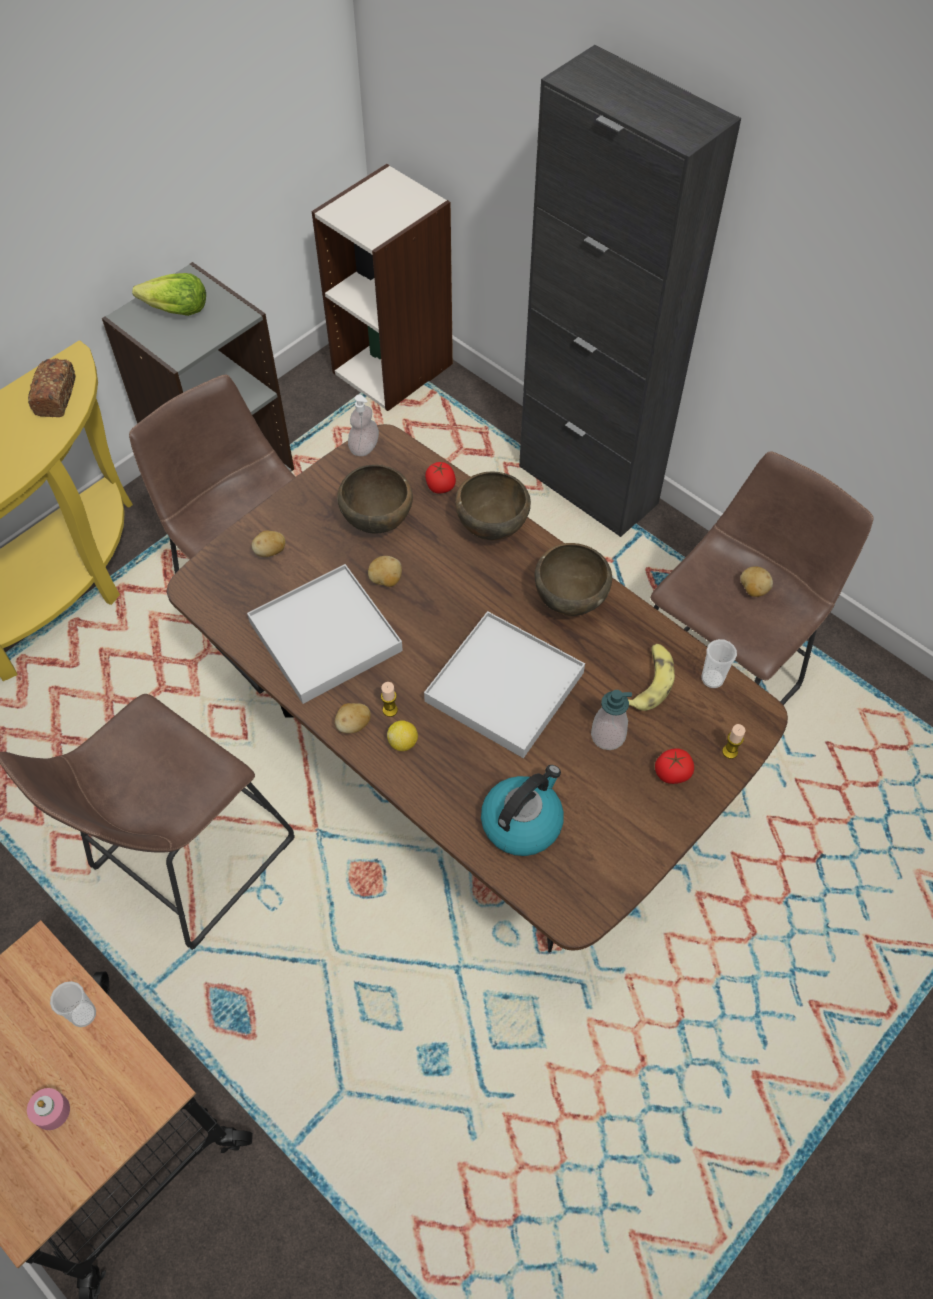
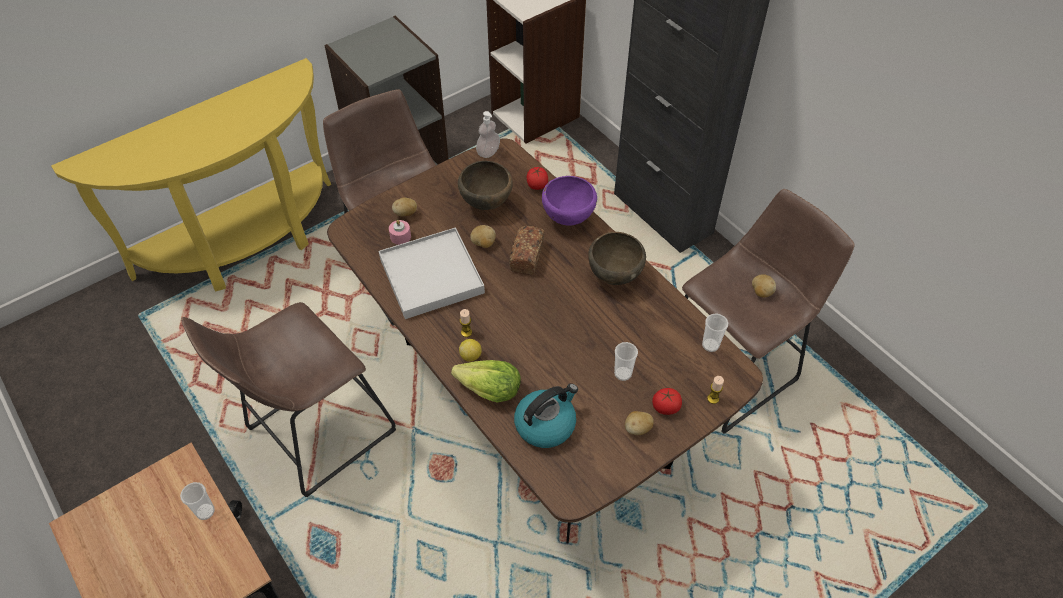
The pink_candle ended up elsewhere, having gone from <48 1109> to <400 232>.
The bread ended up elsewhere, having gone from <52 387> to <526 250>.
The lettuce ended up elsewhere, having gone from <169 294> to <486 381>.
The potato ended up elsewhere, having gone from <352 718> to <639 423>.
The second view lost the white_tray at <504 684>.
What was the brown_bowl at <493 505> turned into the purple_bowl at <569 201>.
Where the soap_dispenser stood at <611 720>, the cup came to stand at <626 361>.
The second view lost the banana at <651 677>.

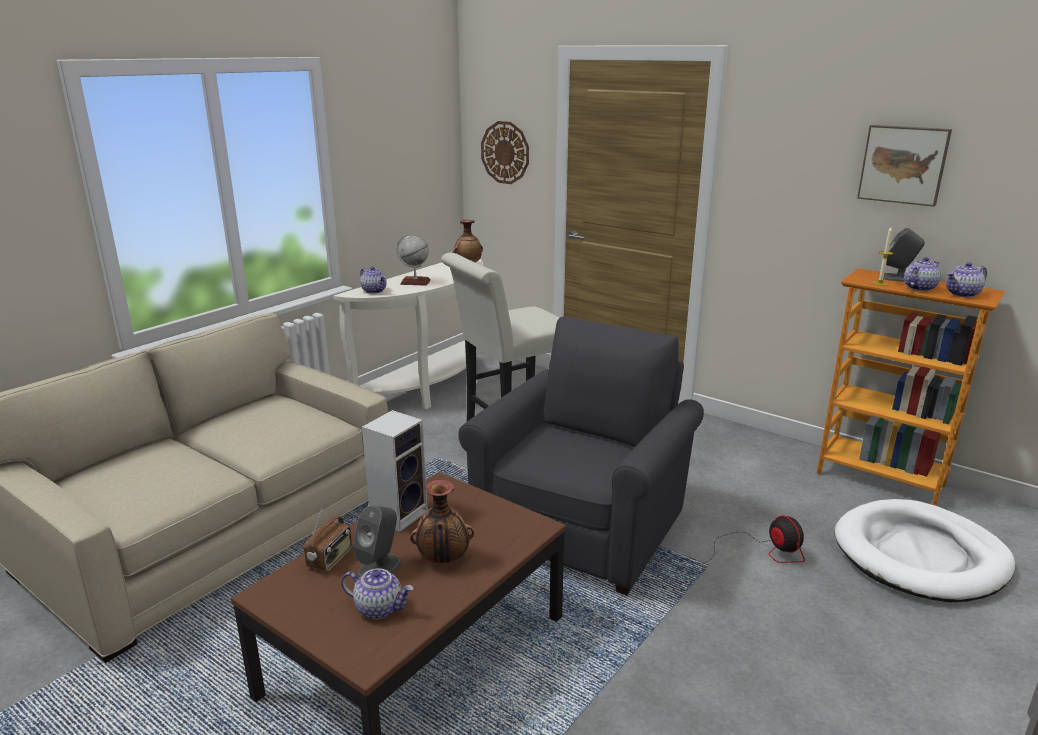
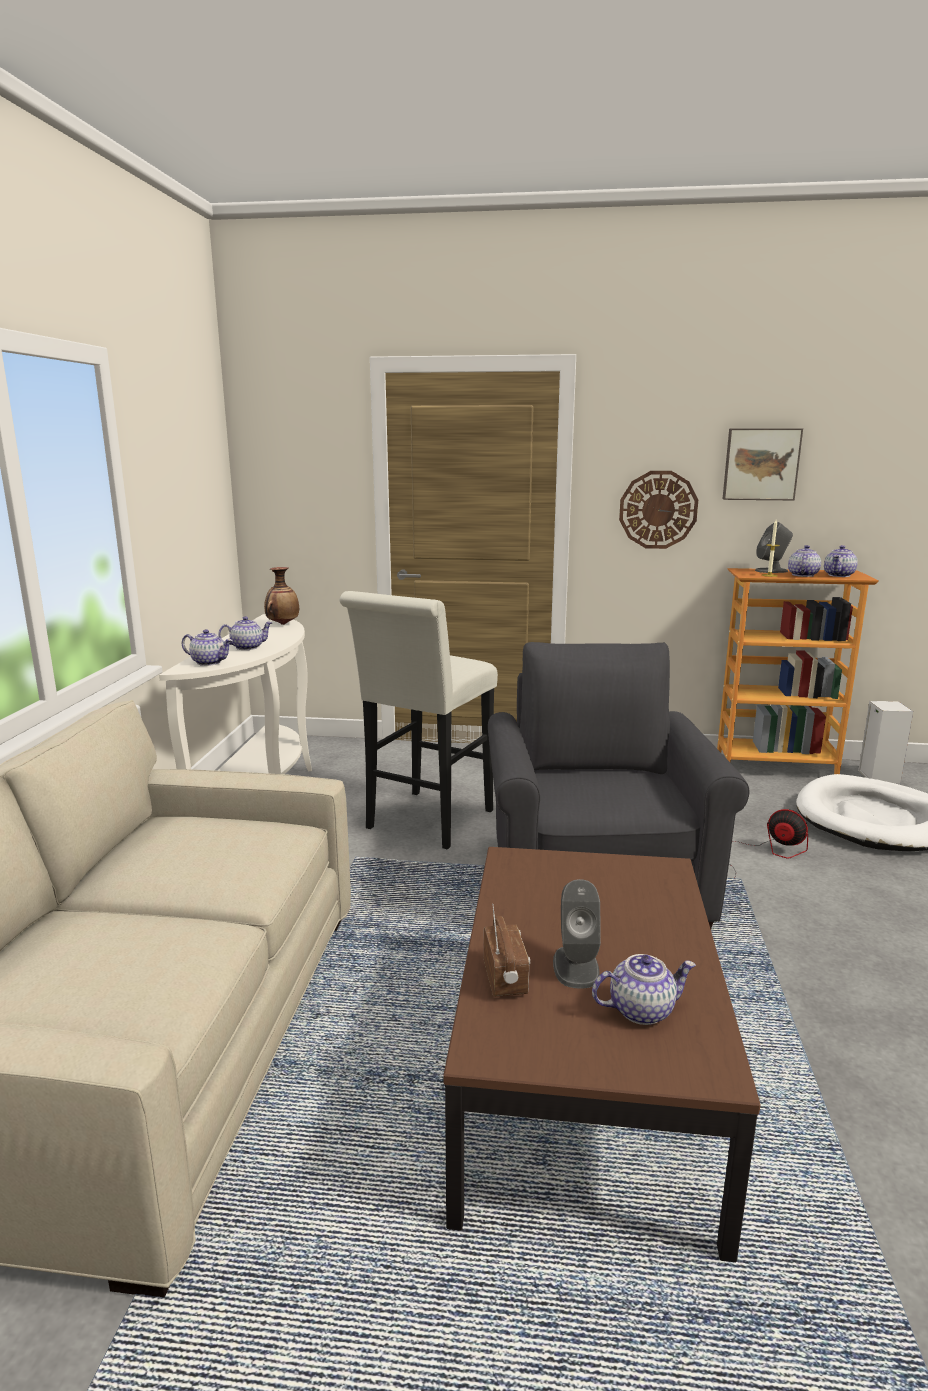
The speaker ended up elsewhere, having gone from <395 471> to <885 742>.
Where the globe stood at <413 260>, the teapot came to stand at <245 633>.
The second view lost the vase at <442 521>.
The wall_clock ended up elsewhere, having gone from <505 152> to <658 510>.

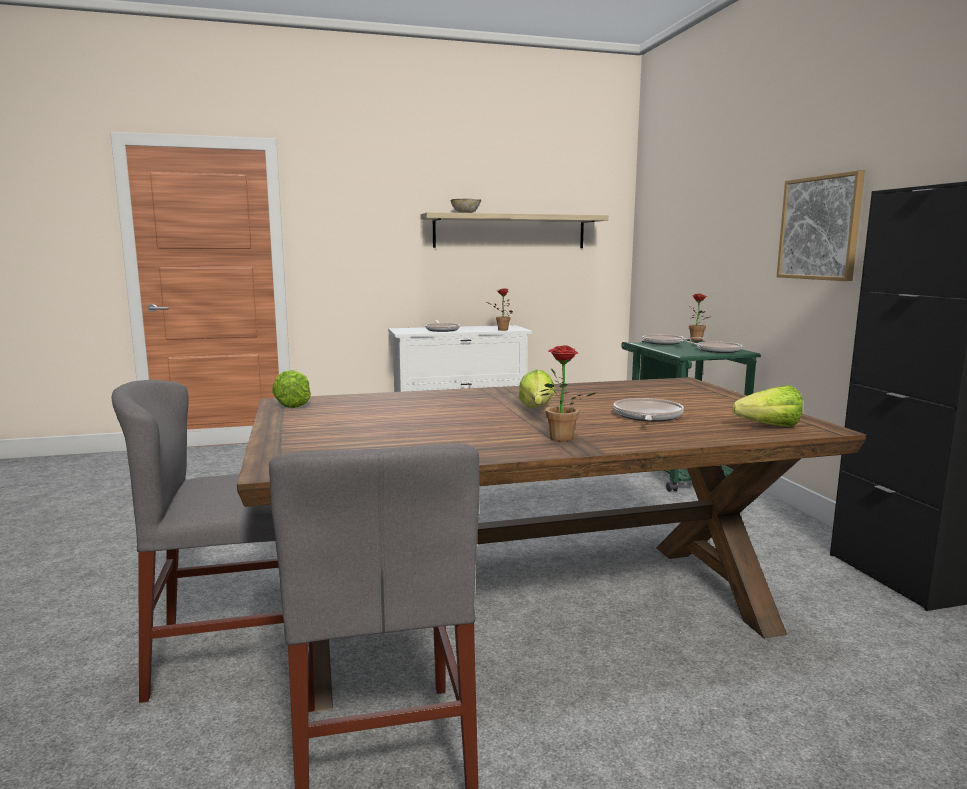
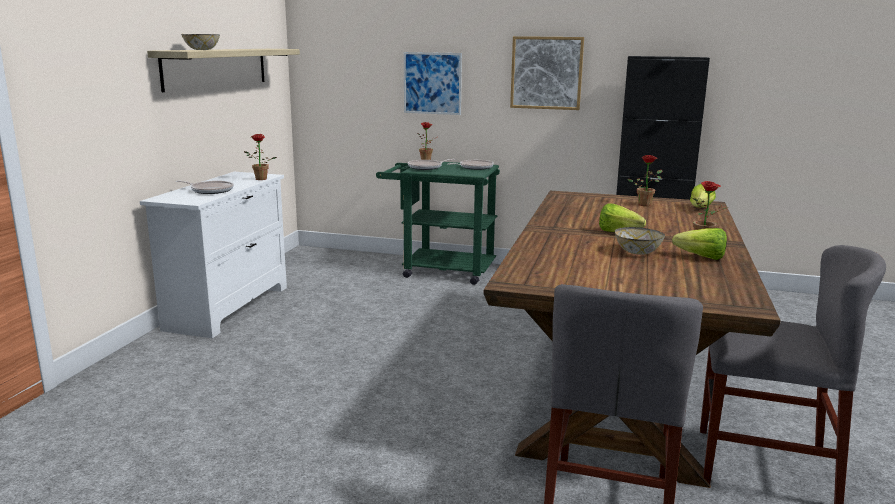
The lettuce ended up elsewhere, having gone from <291 389> to <699 244>.
The second view lost the frying_pan at <649 410>.
The second view gained the picture at <433 83>.
The second view gained the bowl at <640 241>.
The second view gained the potted_plant at <644 180>.

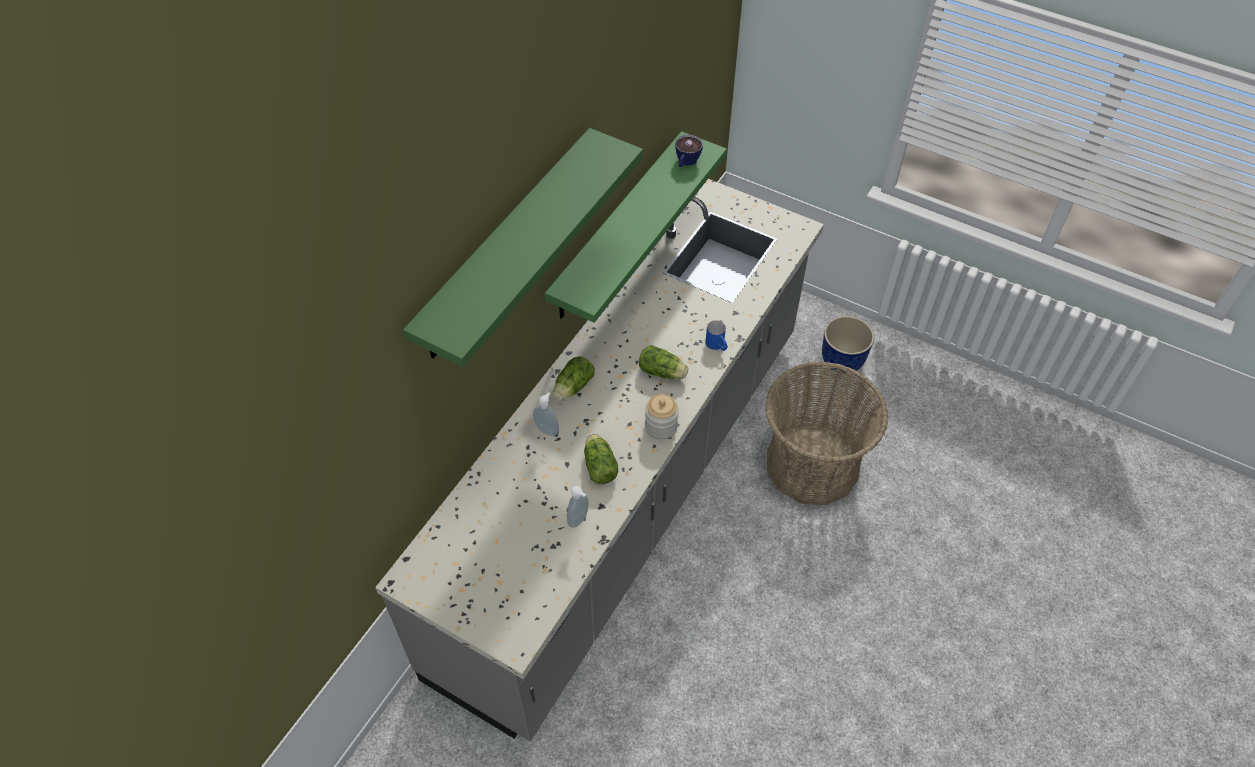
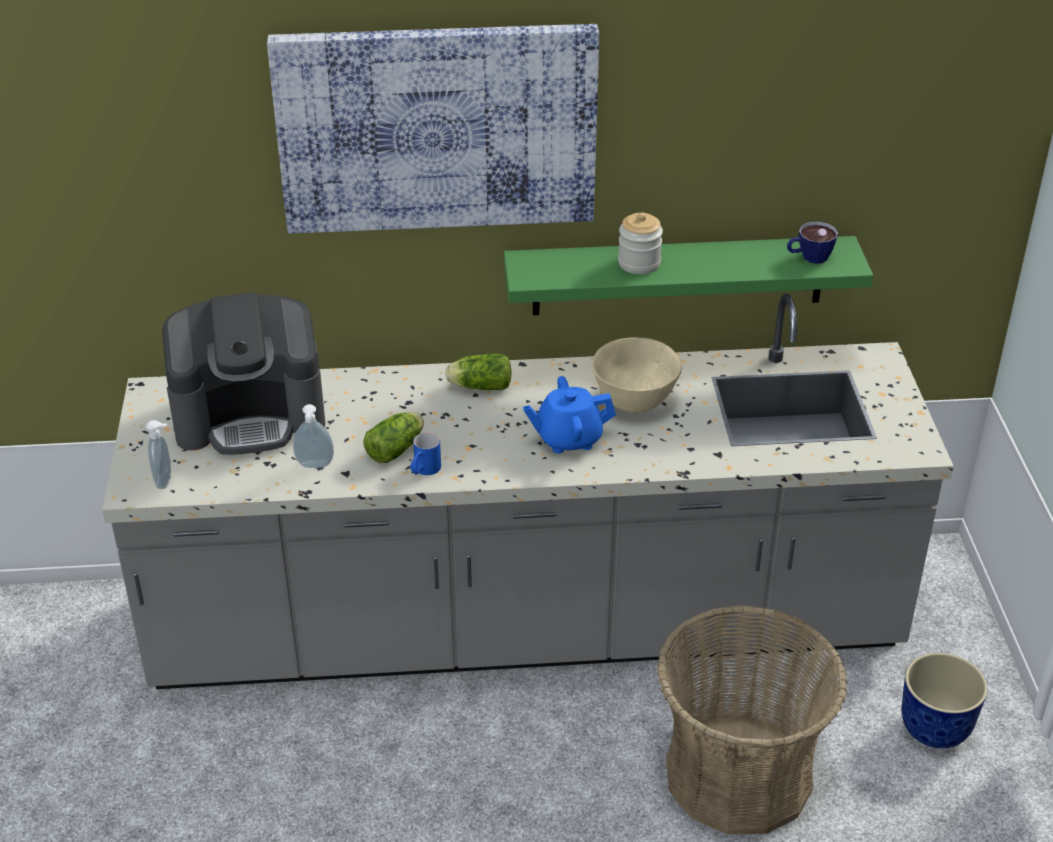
Where the green_shelf hung at <523 247>, the picture came to hang at <433 129>.
The soap_dispenser ended up elsewhere, having gone from <546 414> to <158 454>.
Where the lettuce stood at <663 362>, the blue_teapot came to stand at <569 414>.
The jar ended up elsewhere, having gone from <662 417> to <640 243>.
The blue_mug ended up elsewhere, having gone from <717 335> to <425 453>.
The second view gained the coffee_machine at <243 374>.
The second view gained the beige_bowl at <637 375>.

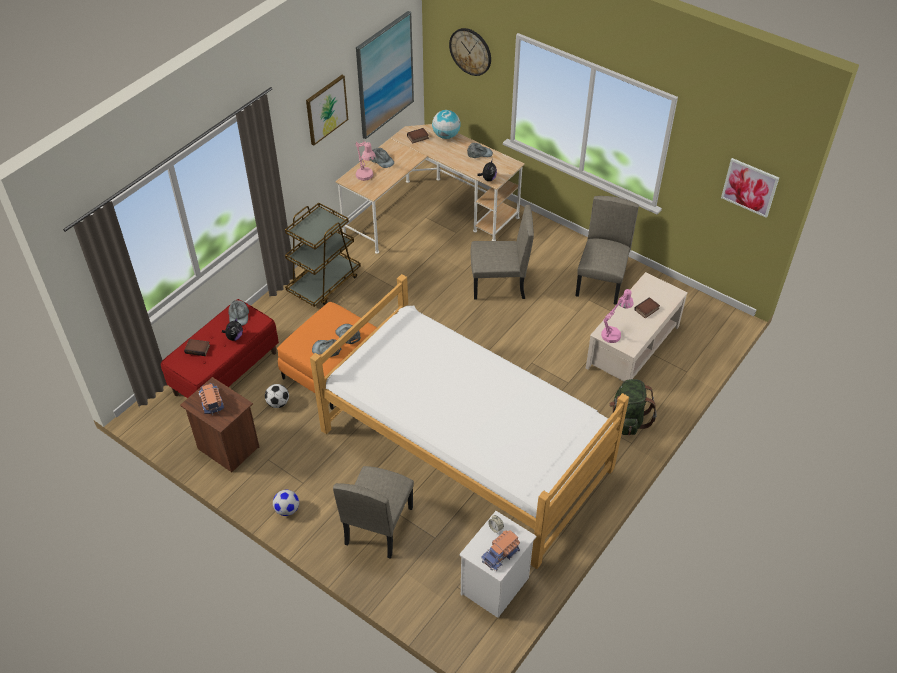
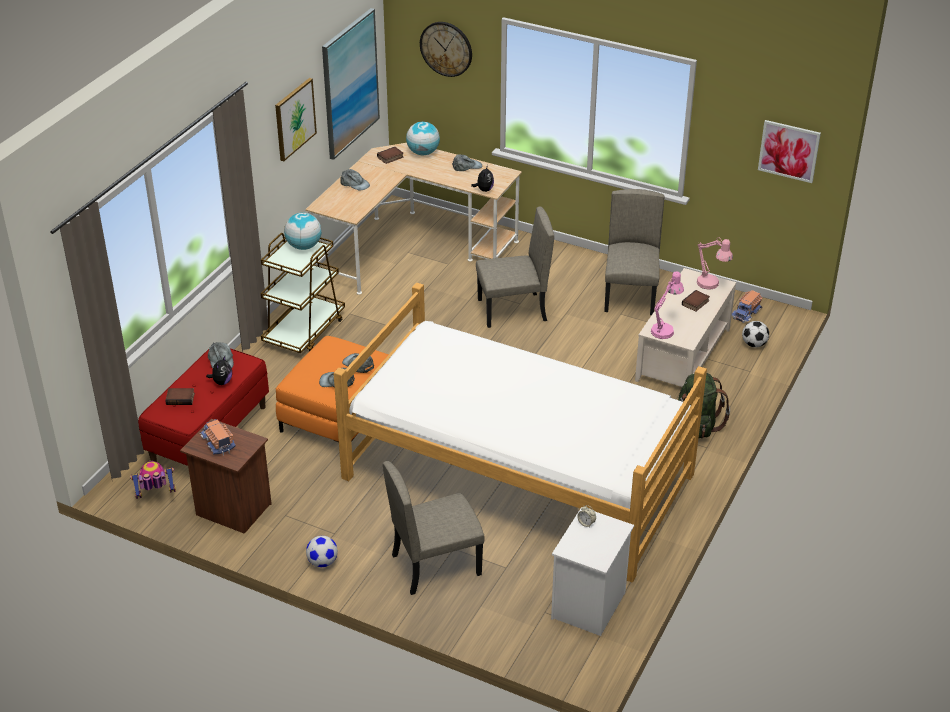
The football ended up elsewhere, having gone from <277 396> to <755 334>.
The beige_chair at <373 512> ended up facing another way, 60 degrees clockwise from before.
The pink_table_lamp ended up elsewhere, having gone from <365 160> to <715 264>.
The toy_truck ended up elsewhere, having gone from <500 550> to <747 306>.
The second view gained the toy_robot at <153 480>.
The second view gained the globe at <302 231>.

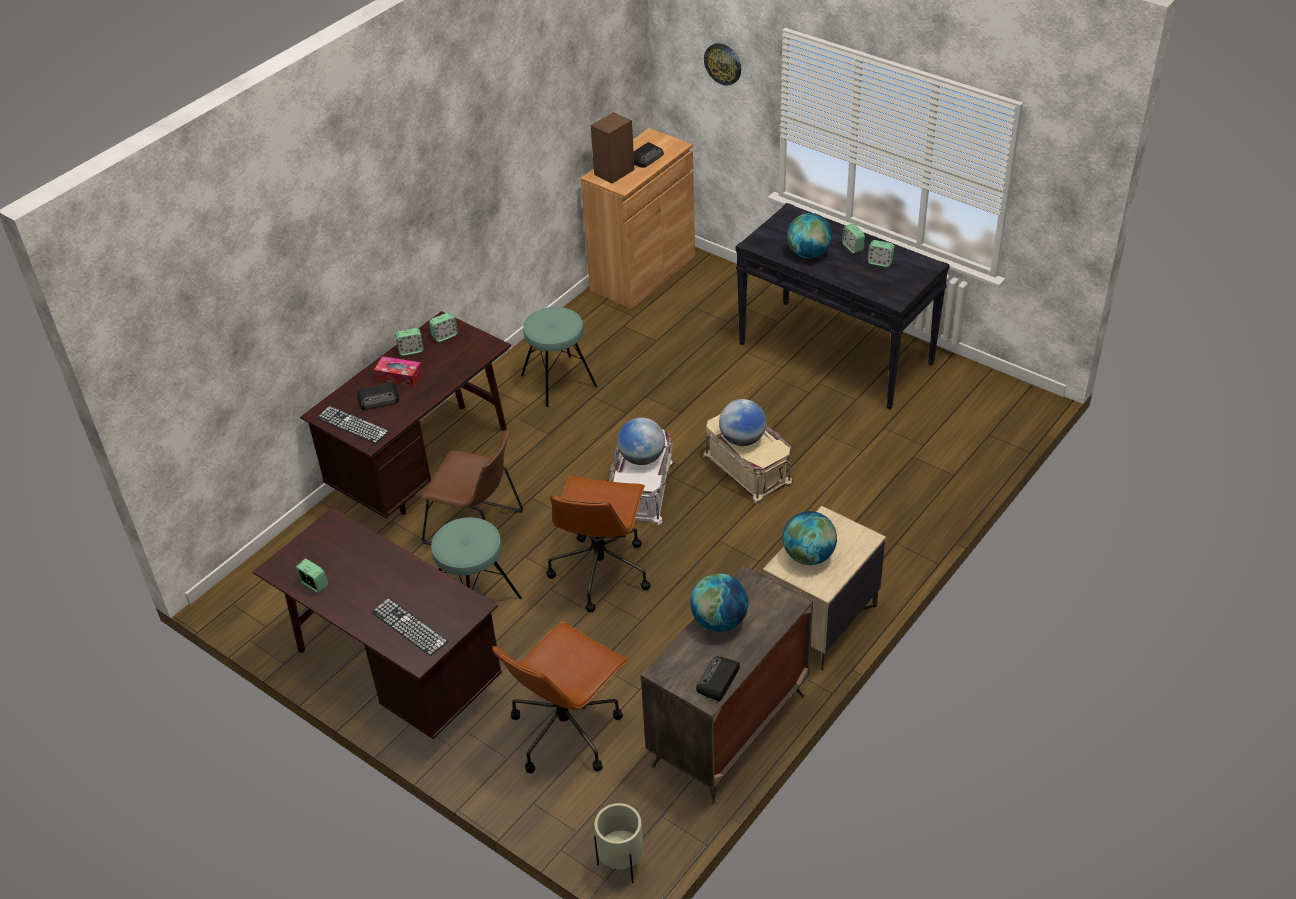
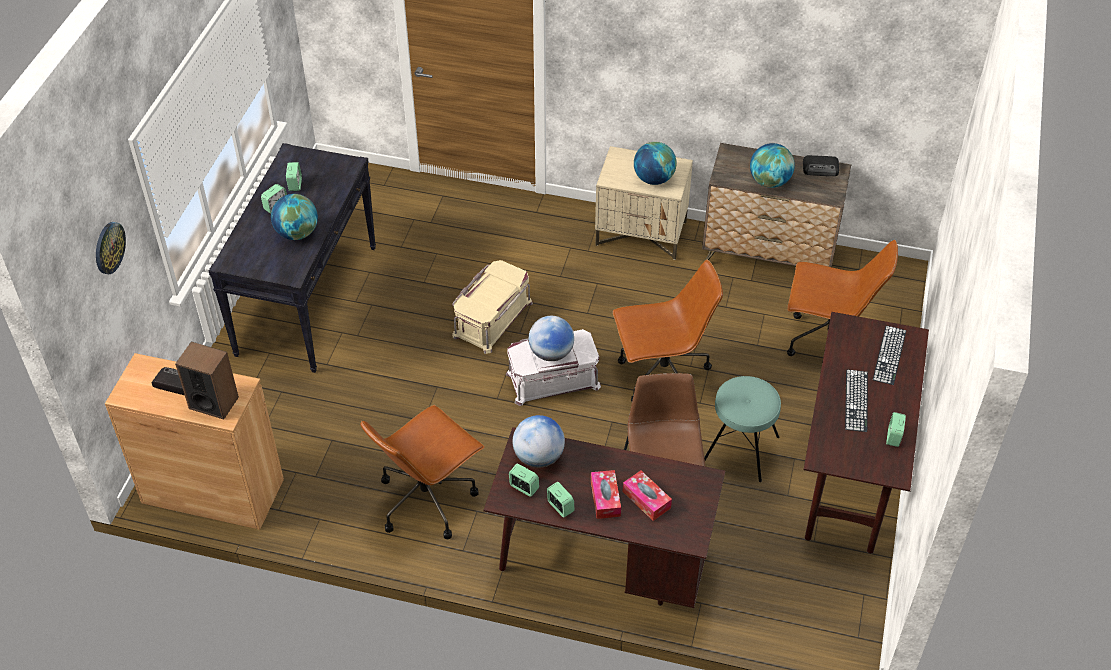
The keyboard ended up elsewhere, having gone from <353 425> to <856 400>.
Where the radio stood at <378 396>, the tissue_box came to stand at <647 496>.
Where the turquoise_stool stood at <559 357>, the brown_office_chair came to stand at <422 472>.
The second view lost the beige_planter at <618 843>.
The globe ended up elsewhere, having gone from <742 422> to <539 441>.

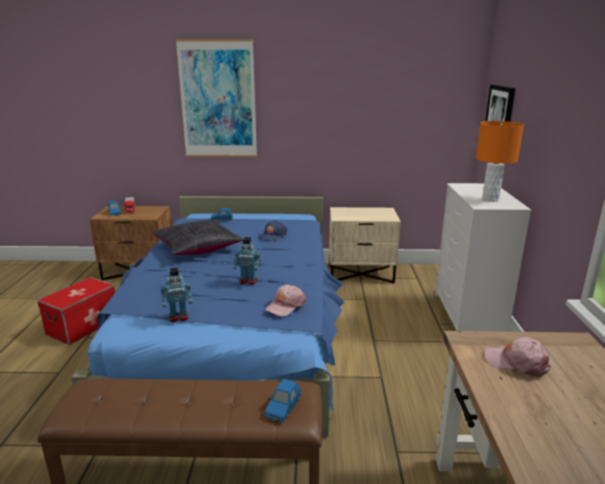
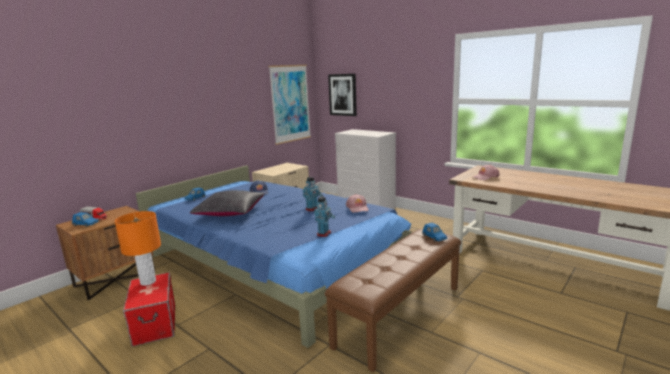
The picture ended up elsewhere, having gone from <216 98> to <290 105>.
The orange_table_lamp ended up elsewhere, having gone from <500 161> to <138 248>.

